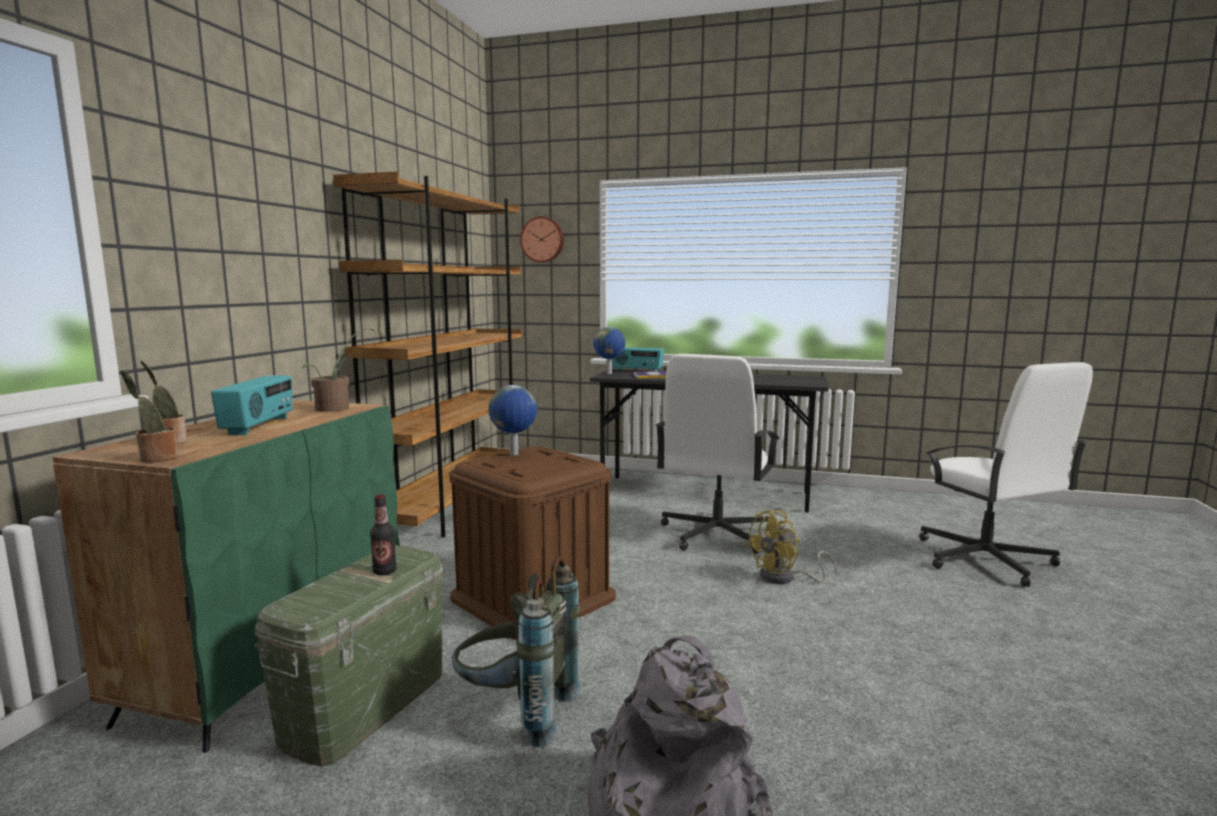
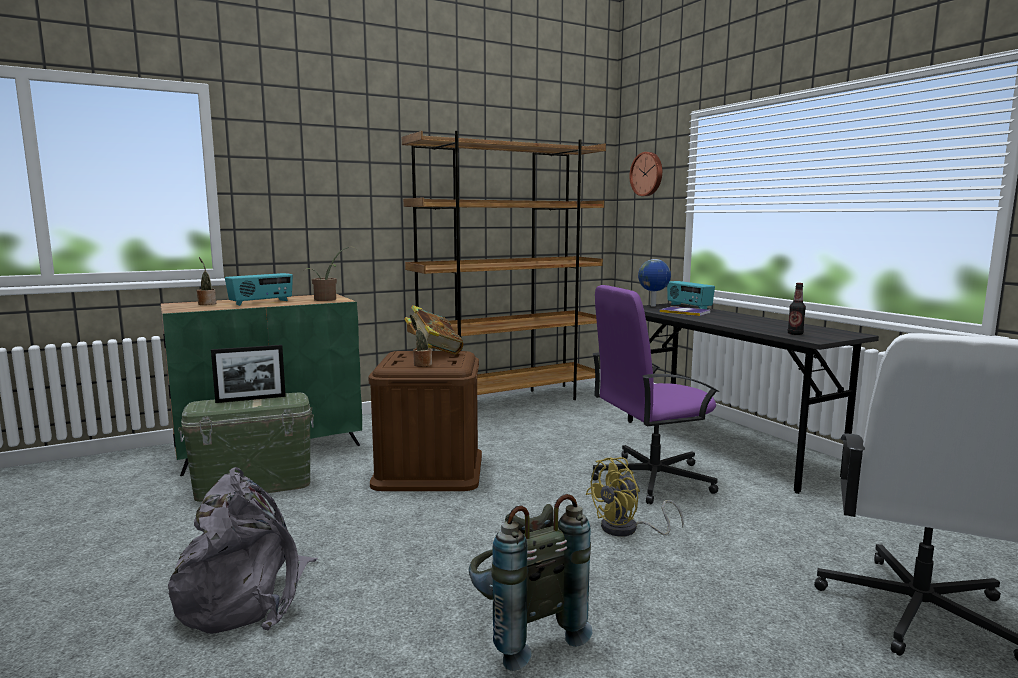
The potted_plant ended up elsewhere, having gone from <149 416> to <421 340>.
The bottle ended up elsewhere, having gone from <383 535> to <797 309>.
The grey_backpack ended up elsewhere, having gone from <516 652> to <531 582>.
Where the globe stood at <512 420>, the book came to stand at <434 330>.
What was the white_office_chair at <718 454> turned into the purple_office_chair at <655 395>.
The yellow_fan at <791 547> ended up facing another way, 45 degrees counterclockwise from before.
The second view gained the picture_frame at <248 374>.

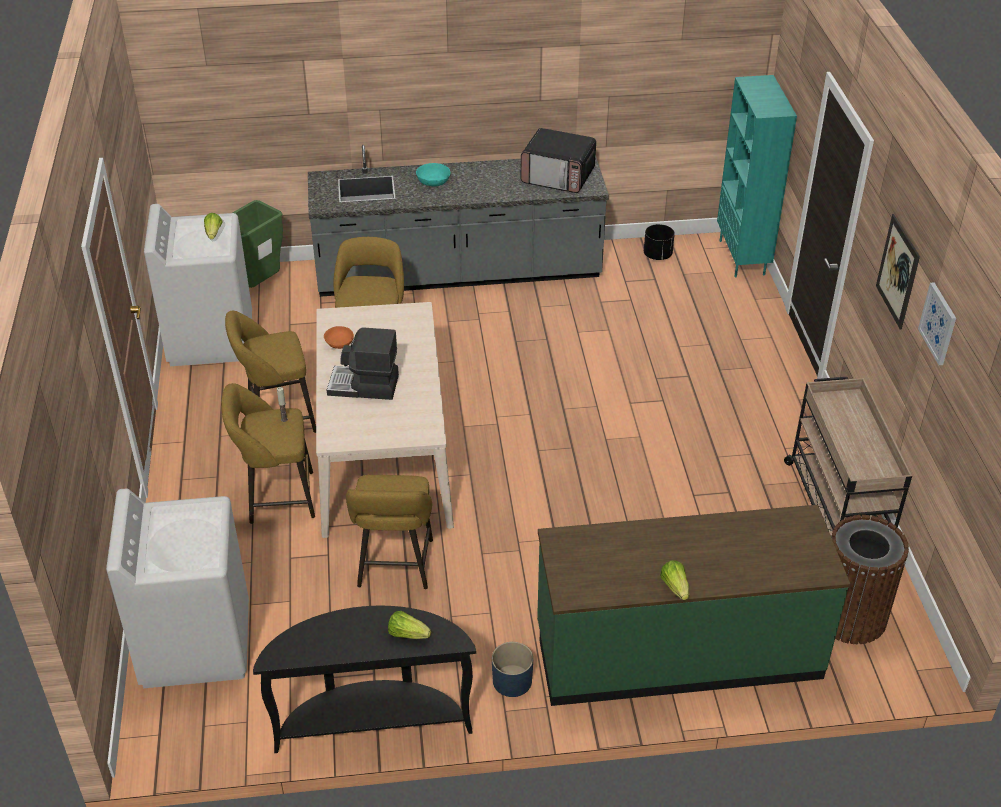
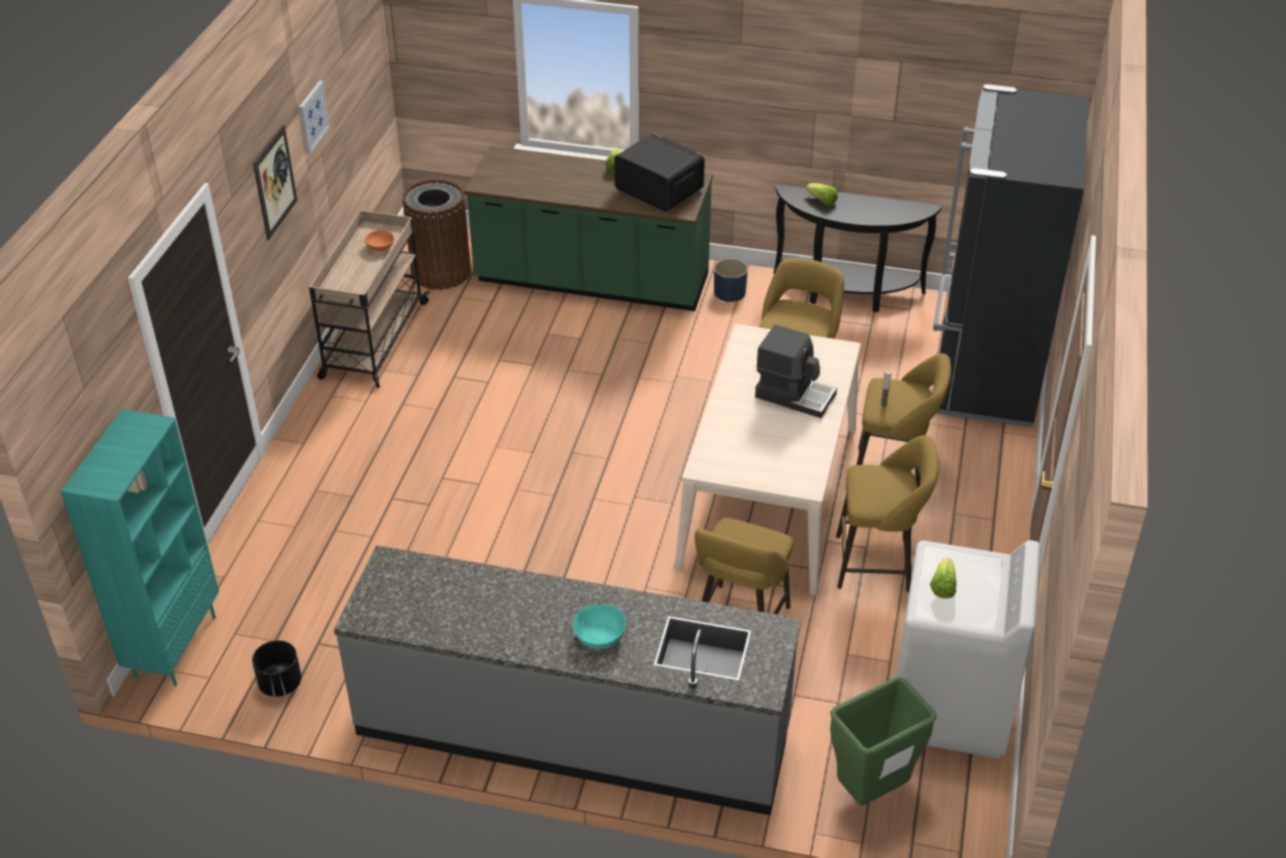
Where the white_washing_machine stood at <177 588>, the black_fridge came to stand at <1011 255>.
The orange_bowl ended up elsewhere, having gone from <339 337> to <379 240>.
The microwave ended up elsewhere, having gone from <558 160> to <659 172>.

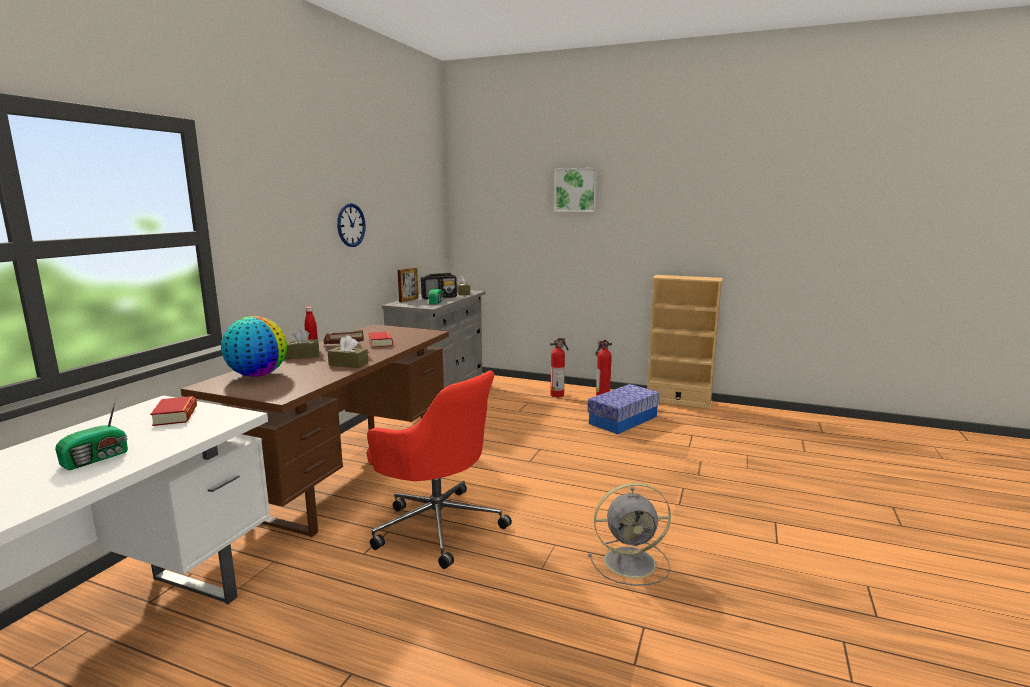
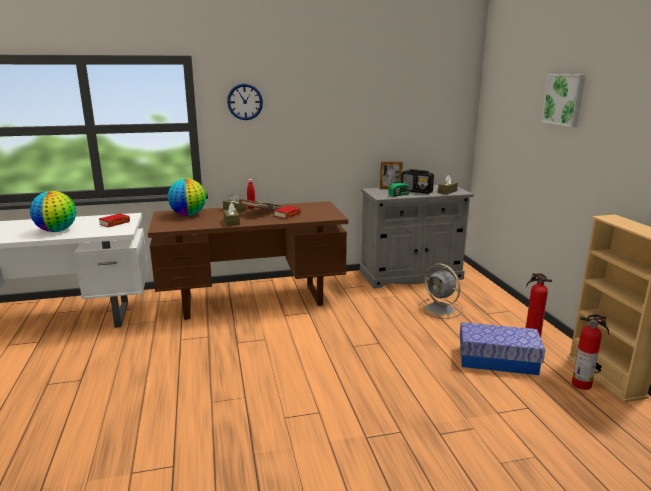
Where the radio stood at <91 434>, the globe came to stand at <53 211>.
The wall_clock ended up elsewhere, having gone from <351 225> to <245 102>.
The second view lost the red_office_chair at <439 469>.
The fire_extinguisher ended up elsewhere, having gone from <559 367> to <590 352>.
The grey_fan ended up elsewhere, having gone from <629 534> to <441 291>.

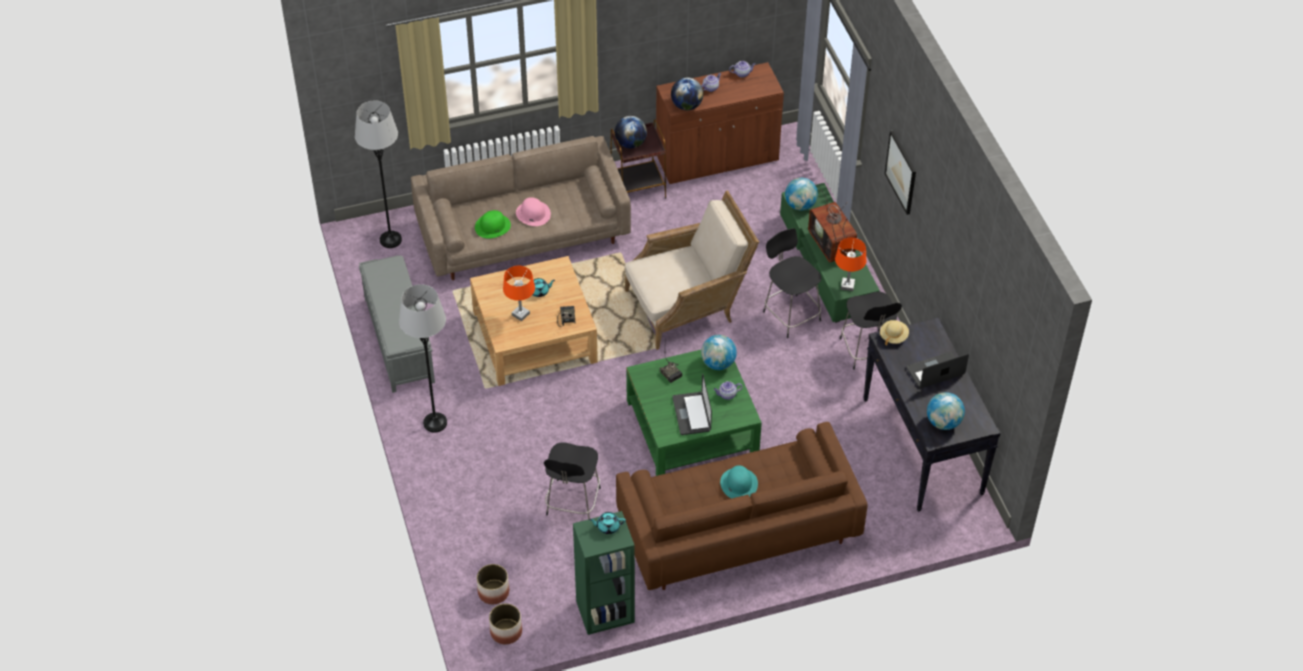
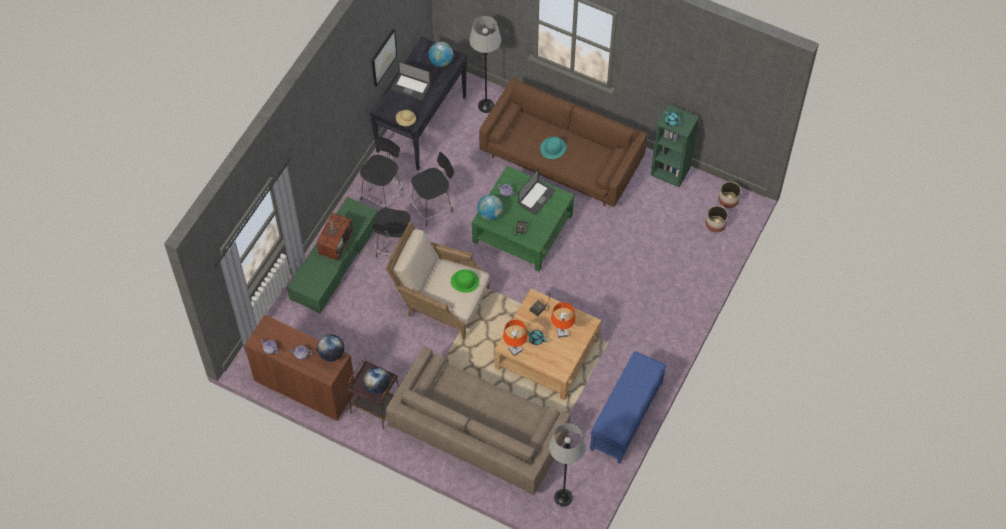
What was the grey_bench at <397 324> turned into the blue_bench at <628 407>.
The grey_floor_lamp ended up elsewhere, having gone from <423 358> to <485 64>.
The green_hat ended up elsewhere, having gone from <493 224> to <465 281>.
The second view lost the pink_hat at <533 211>.
The black_stool ended up elsewhere, having gone from <572 480> to <432 189>.
The second view lost the globe at <801 194>.
The orange_table_lamp ended up elsewhere, having gone from <850 264> to <515 338>.
The picture ended up elsewhere, having gone from <900 173> to <384 58>.

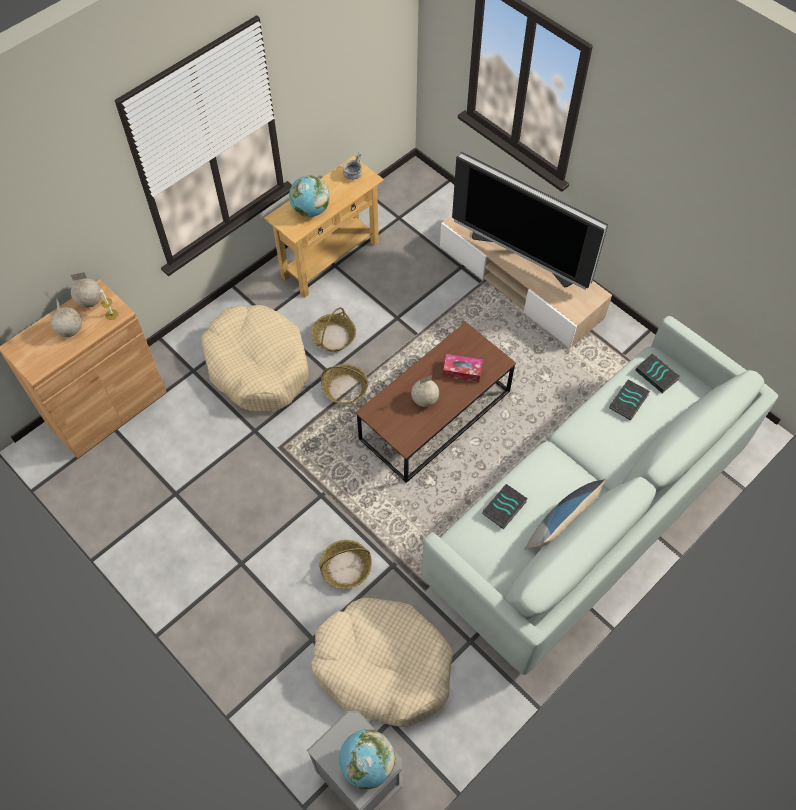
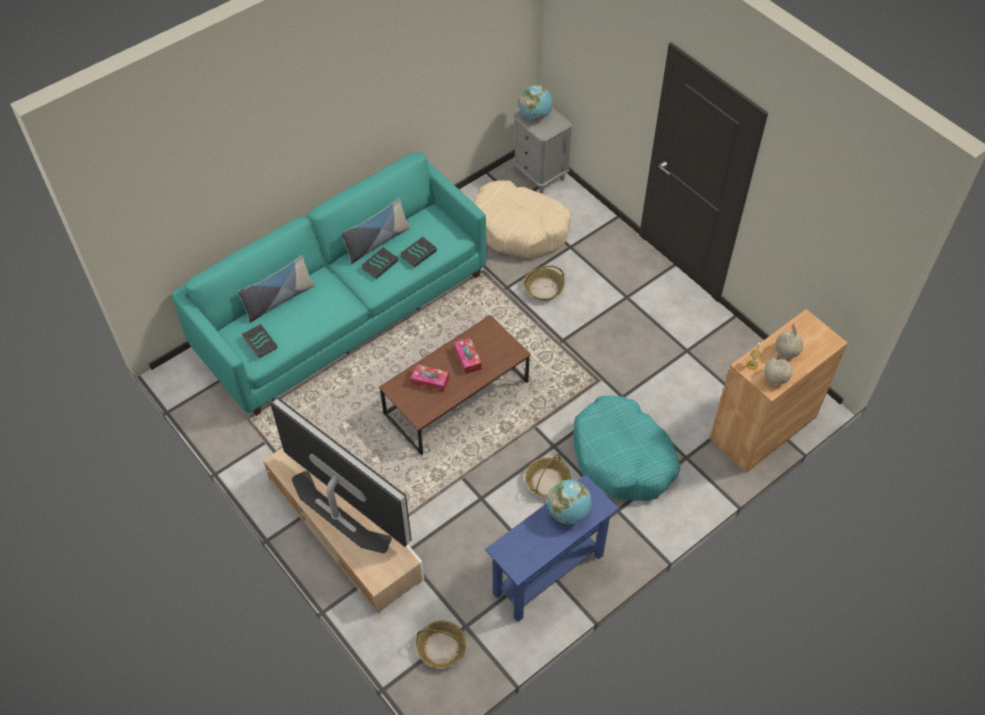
What was the beige_dog_bed at <255 359> turned into the turquoise_dog_bed at <626 448>.
What was the beige_console_table at <324 227> turned into the blue_console_table at <552 548>.
The basket ended up elsewhere, having gone from <344 384> to <441 644>.
The second view lost the grey_bowl at <353 166>.
Where the globe stood at <425 391>, the tissue_box came to stand at <468 355>.
What was the white_sofa at <599 495> turned into the turquoise_sofa at <329 284>.
The book ended up elsewhere, having gone from <629 400> to <379 263>.
The second view gained the pillow at <276 289>.

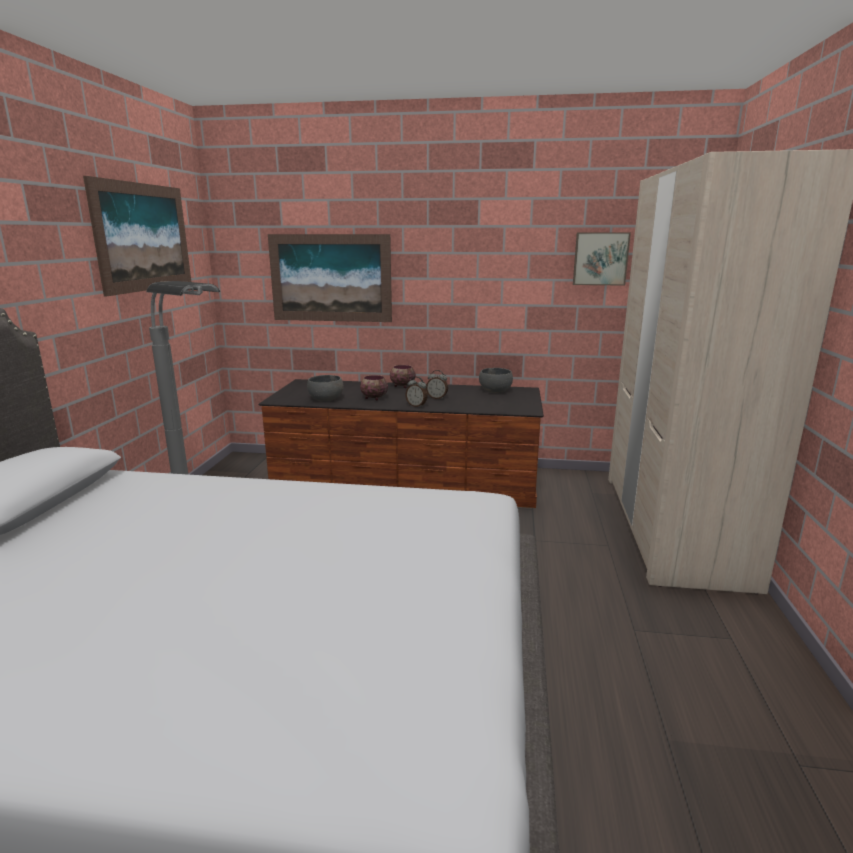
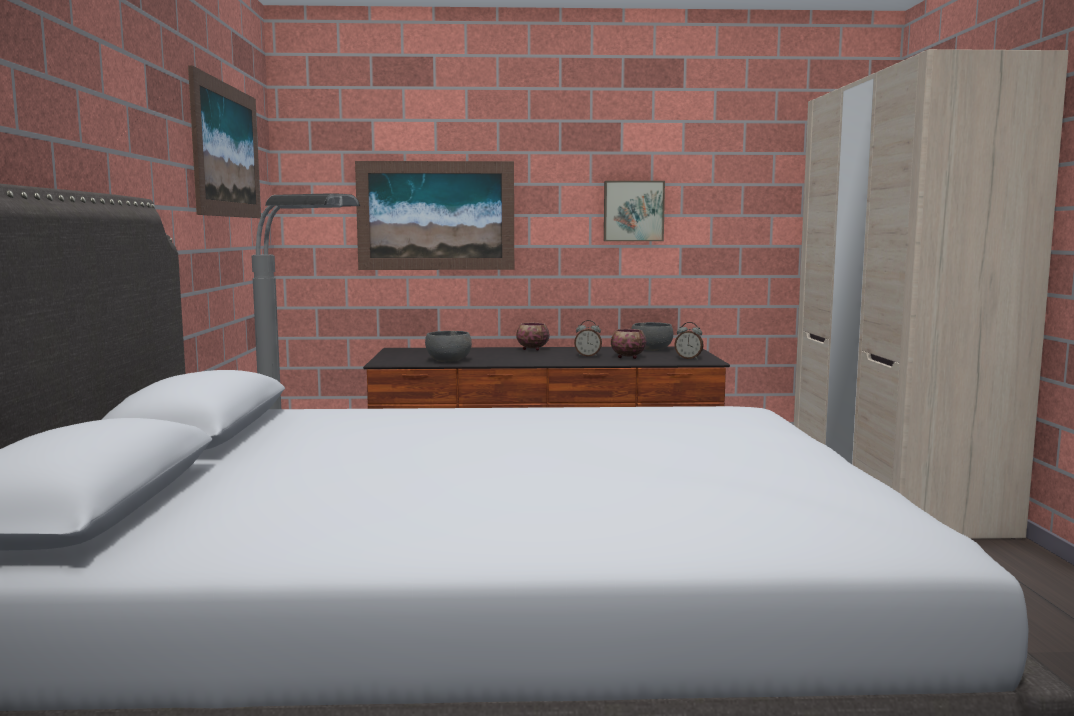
The bowl ended up elsewhere, having gone from <374 388> to <628 344>.
The alarm_clock ended up elsewhere, having gone from <416 392> to <689 340>.
The picture ended up elsewhere, having gone from <602 259> to <634 211>.

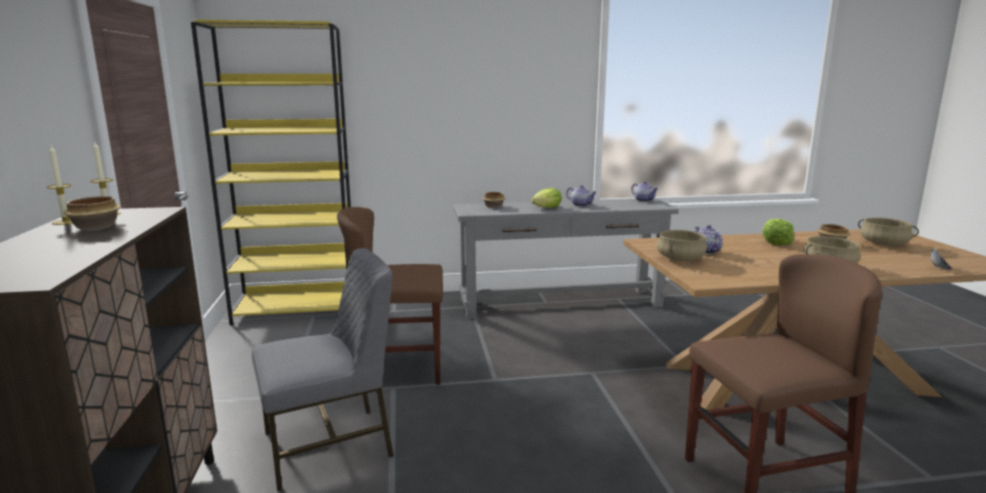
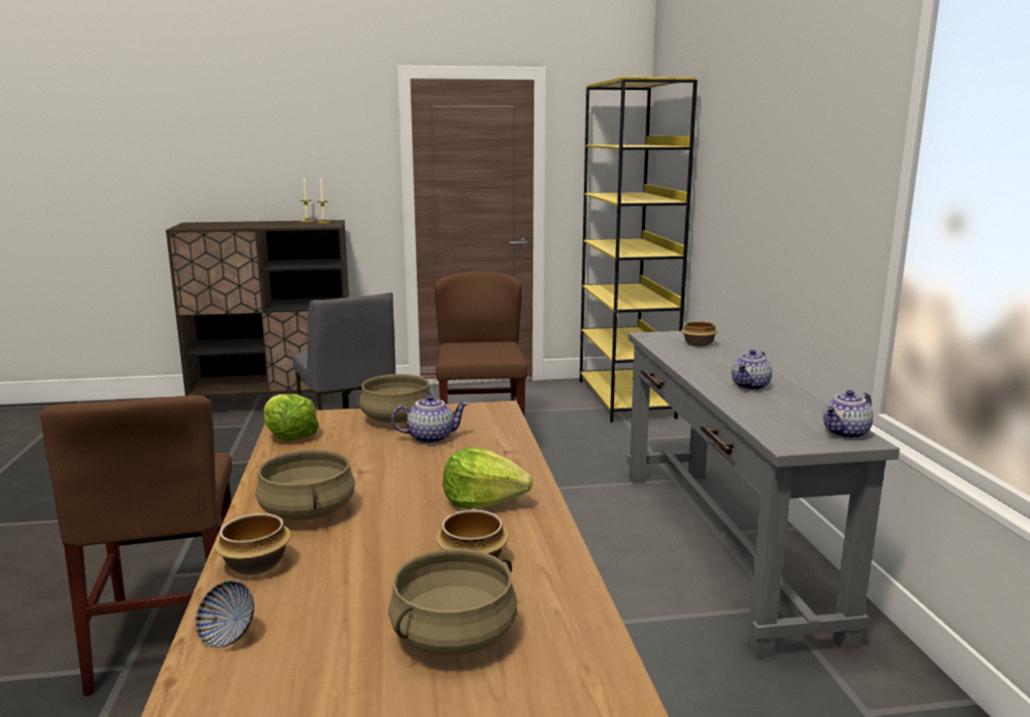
The bowl ended up elsewhere, having gone from <92 213> to <252 544>.
The lettuce ended up elsewhere, having gone from <546 198> to <291 417>.

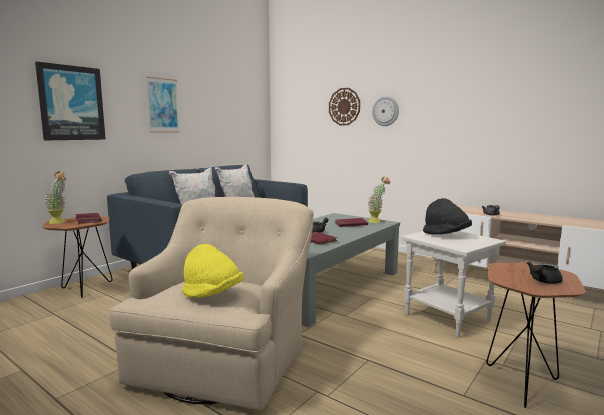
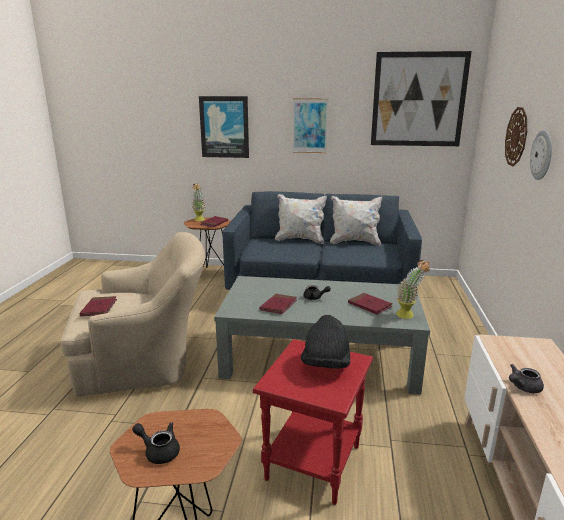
Where the yellow_hat stood at <213 271>, the red_book came to stand at <98 306>.
What was the white_side_table at <454 284> turned into the red_side_table at <313 422>.
The second view gained the picture at <421 98>.

